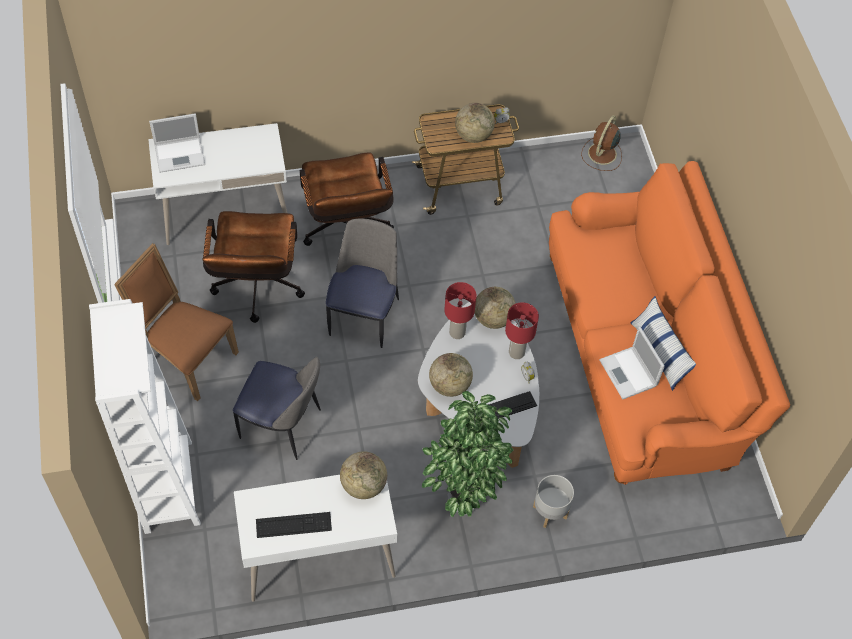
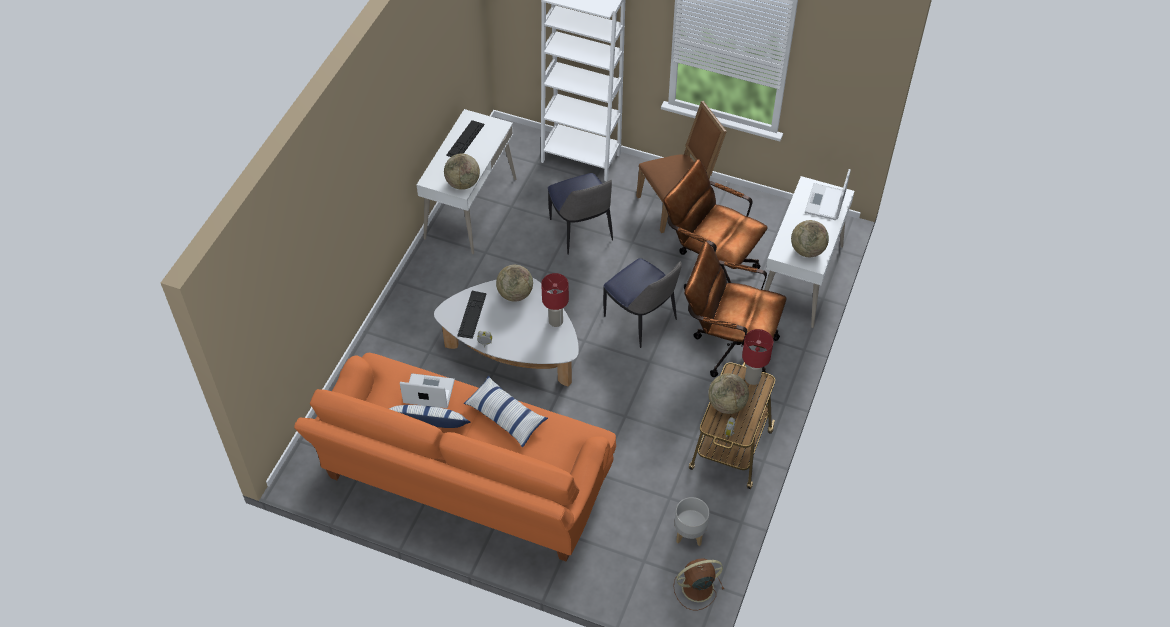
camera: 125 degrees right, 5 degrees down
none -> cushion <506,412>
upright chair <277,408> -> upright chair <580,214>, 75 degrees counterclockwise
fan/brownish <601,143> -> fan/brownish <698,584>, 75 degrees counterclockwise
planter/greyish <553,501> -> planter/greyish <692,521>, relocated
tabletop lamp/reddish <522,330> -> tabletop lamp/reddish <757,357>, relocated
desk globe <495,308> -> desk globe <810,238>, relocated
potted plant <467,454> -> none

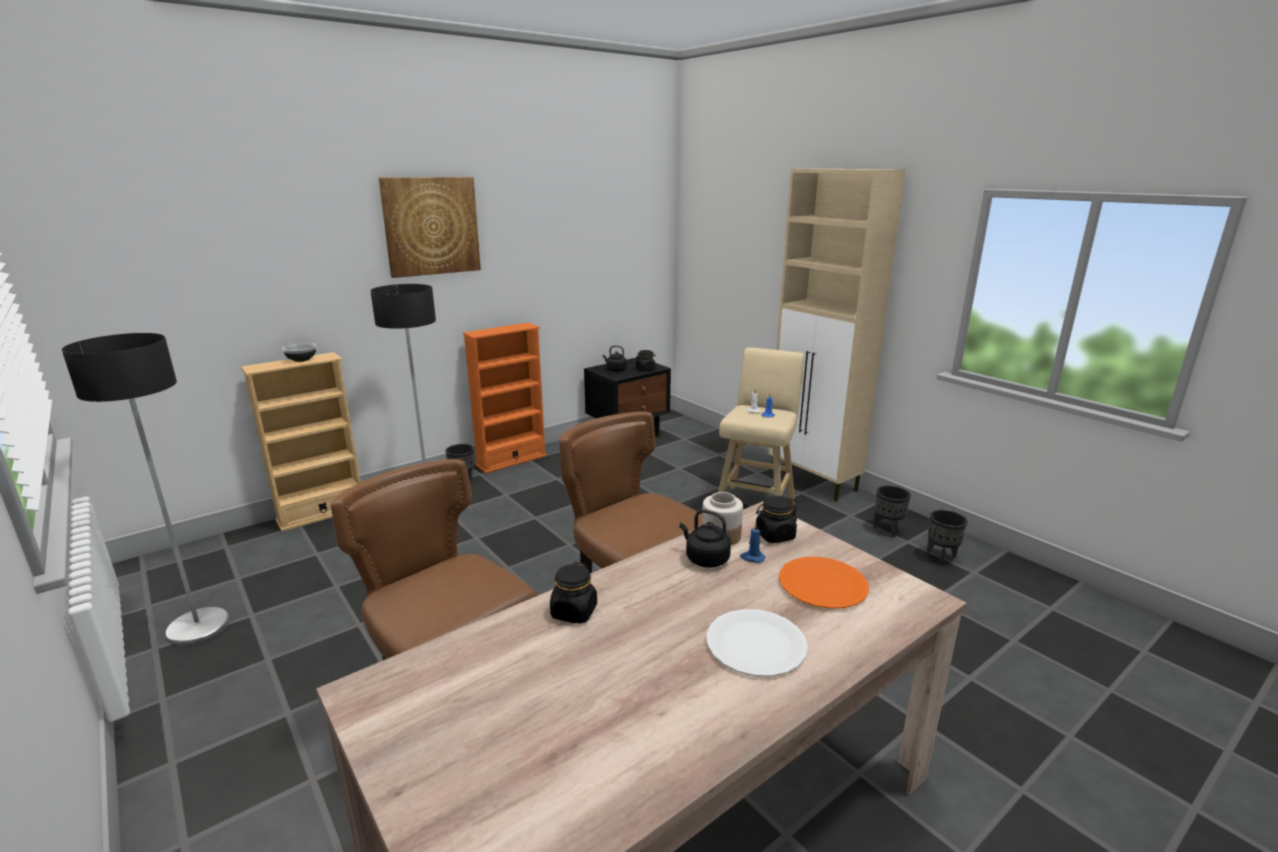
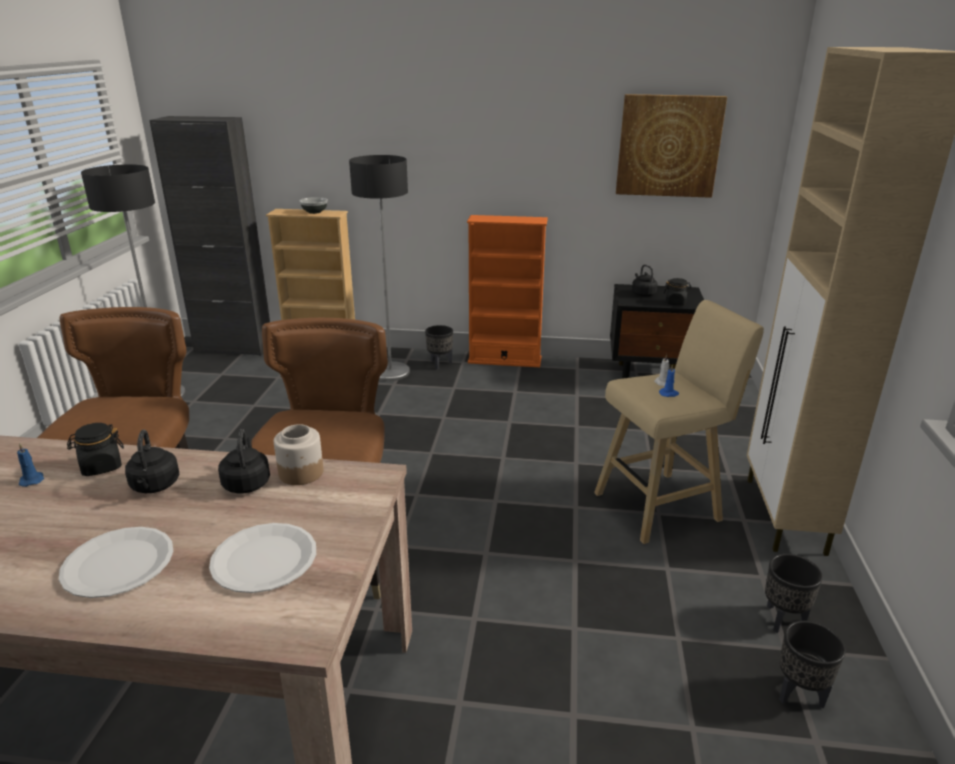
camera: 45 degrees right, 5 degrees up
wax light/blue-coloured <752,543> -> wax light/blue-coloured <30,465>, relocated
none -> water kettle/black <152,461>
none -> cupboard/black <209,236>
plate/orange <824,583> -> plate/white-coloured <262,558>
wall art <430,227> -> wall art <671,146>, relocated
preserve jar/black <776,519> -> none

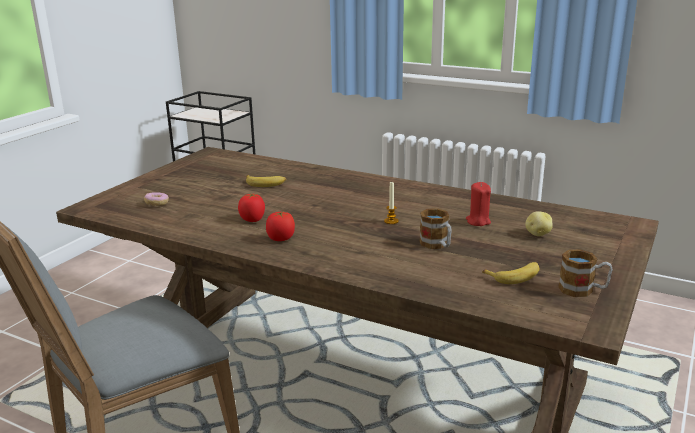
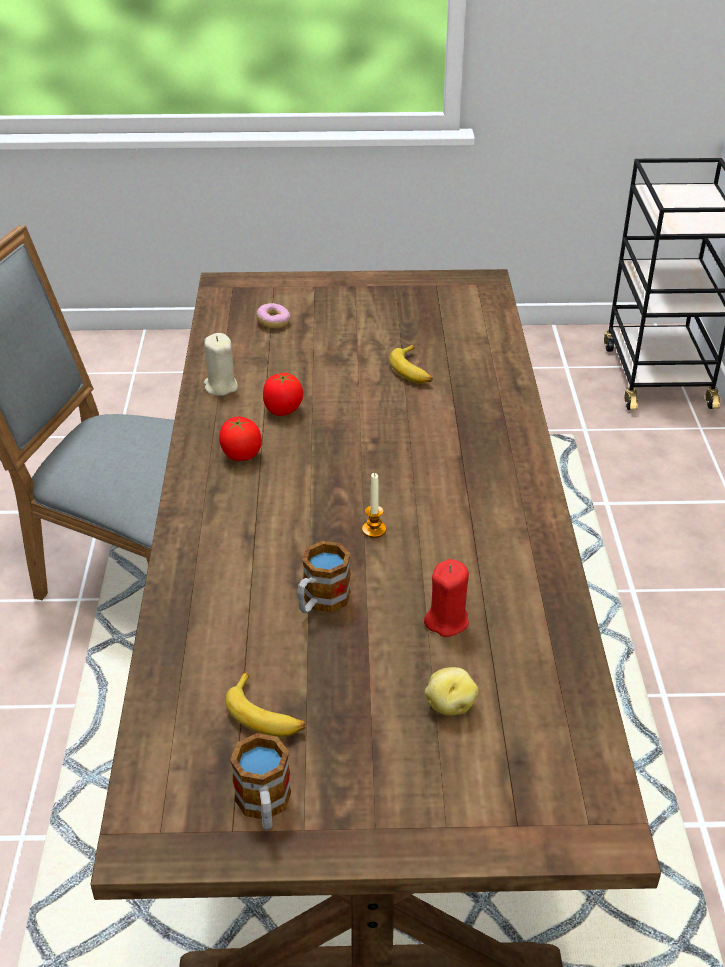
camera: 60 degrees right, 15 degrees up
none -> wax light/beige-coloured <221,364>

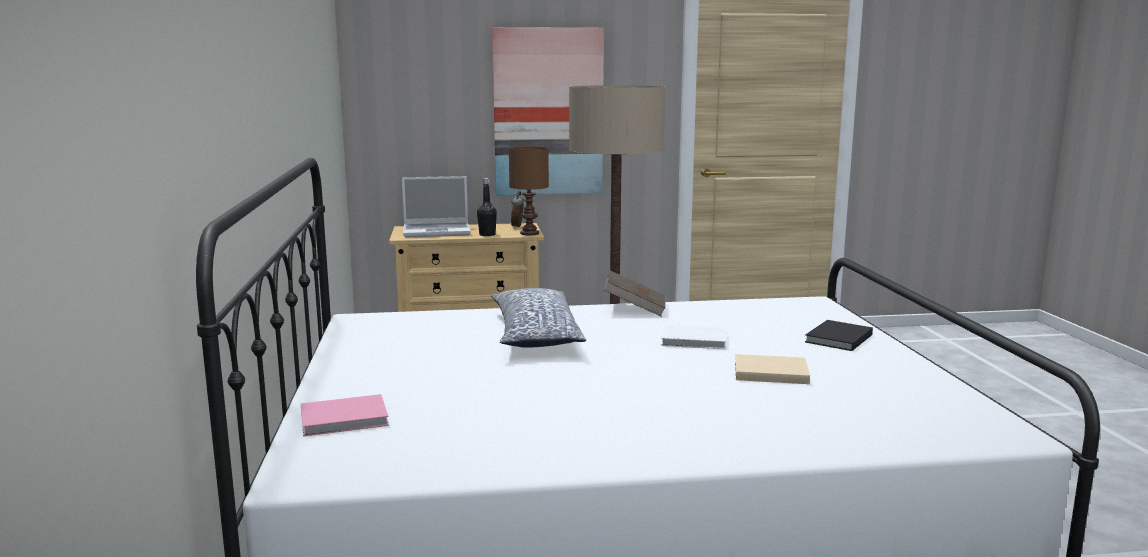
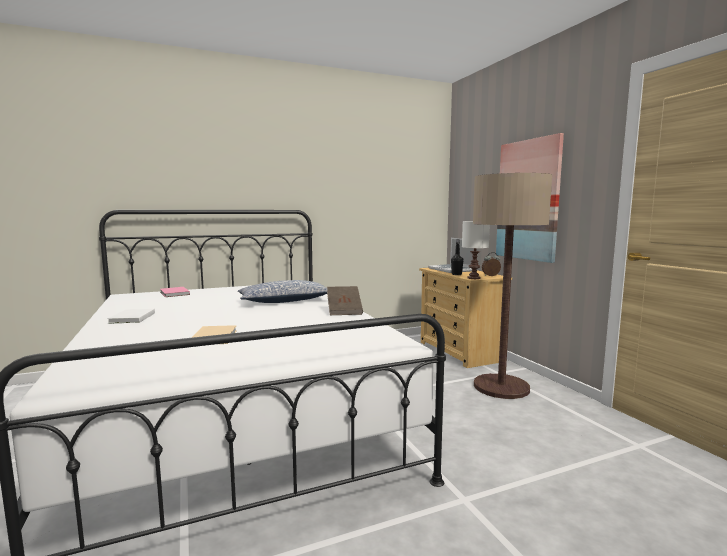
camera: 75 degrees right, 5 degrees down
bound book/white-coloured <693,336> -> bound book/white-coloured <131,316>, relocated
tabletop lamp/brownish <529,190> -> tabletop lamp/white-coloured <476,250>
bound book/black <839,335> -> none

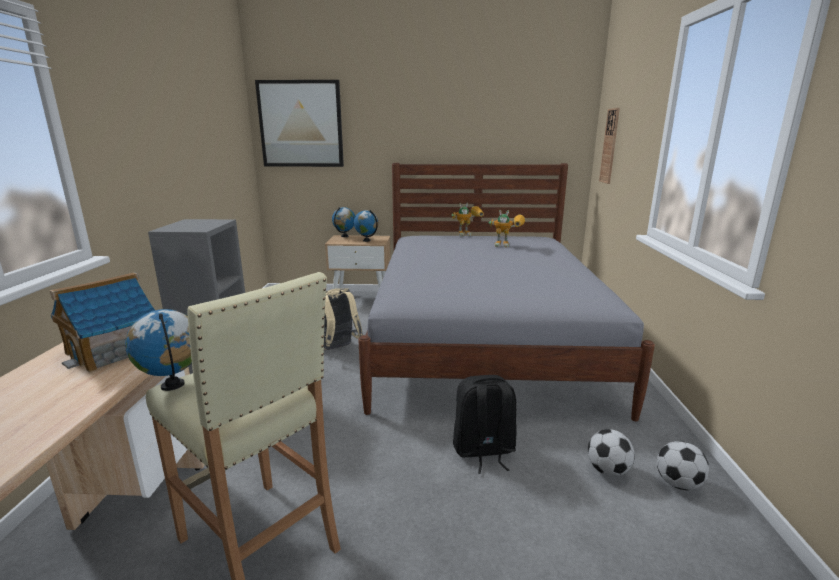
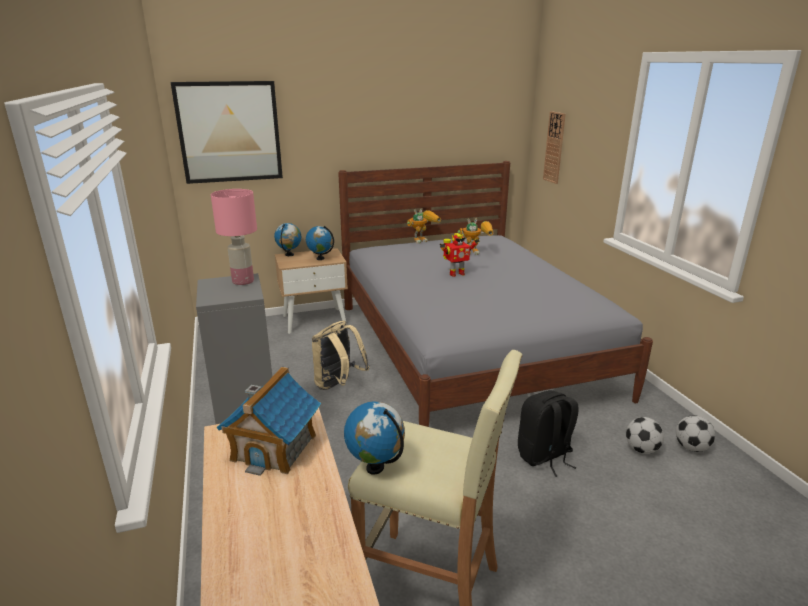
camera: 20 degrees left, 5 degrees up
none -> tabletop lamp/pinkish <234,237>
none -> model robot <460,255>

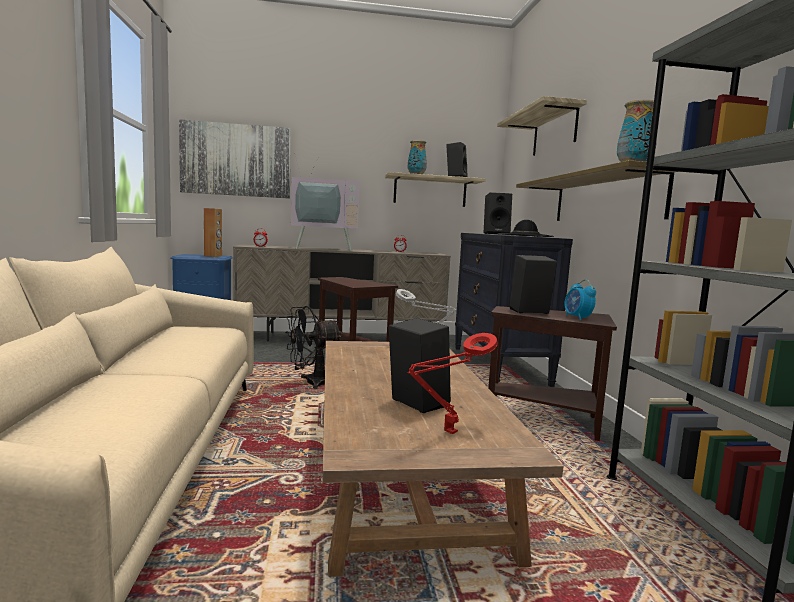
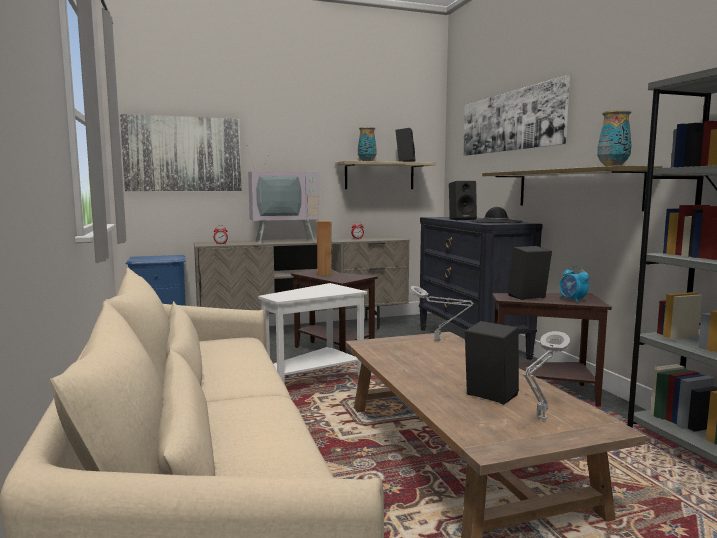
camera: 10 degrees left, 0 degrees up
fan/black <314,347> -> end table/white-coloured <312,333>
audio speaker/brownish <213,232> -> audio speaker/brownish <324,248>, relocated
bracket shelf <542,126> -> wall art <516,115>
tabletop lamp/reddish <452,383> -> tabletop lamp/greyish <546,375>

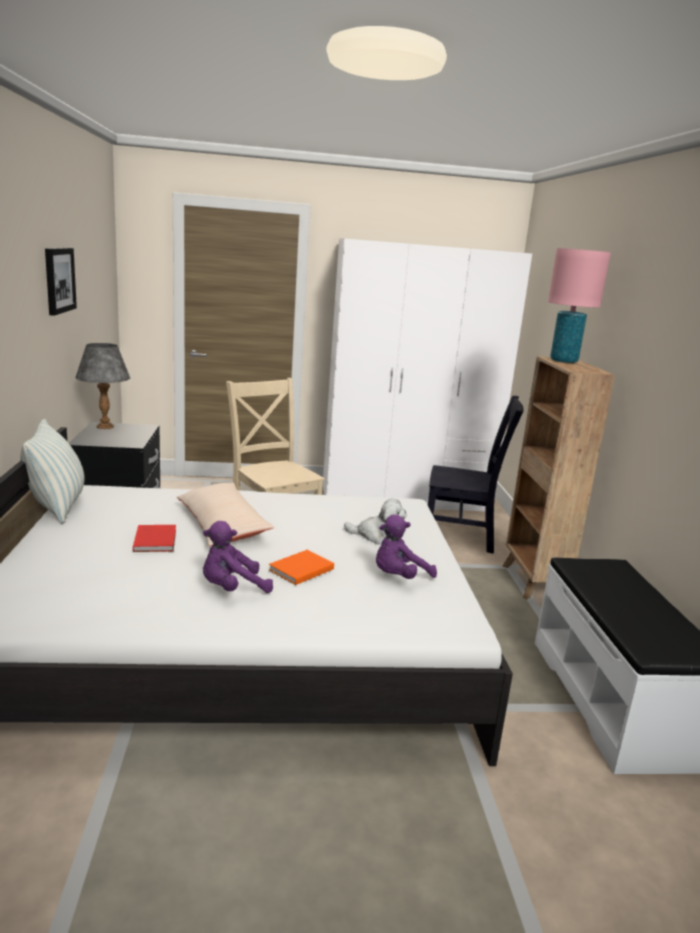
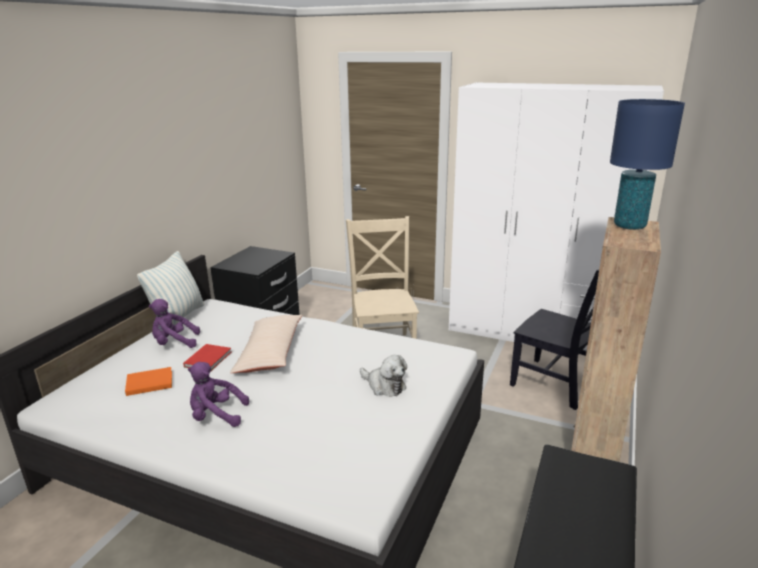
camera: 30 degrees right, 5 degrees up
bound book/orange <301,567> -> bound book/orange <148,381>, relocated
cuddly toy/purple-coloured <406,547> -> cuddly toy/purple-coloured <174,323>, relocated
tabletop lamp/pinkish <579,305> -> tabletop lamp/blue-coloured <647,164>
wall art <61,282> -> none
tabletop lamp/greyish <103,386> -> none

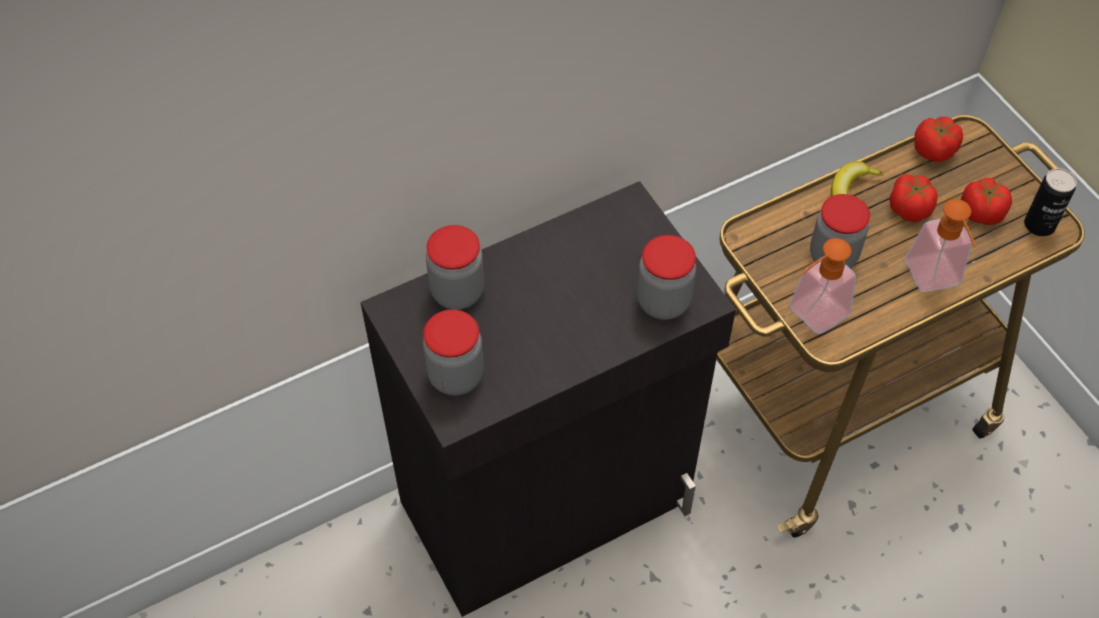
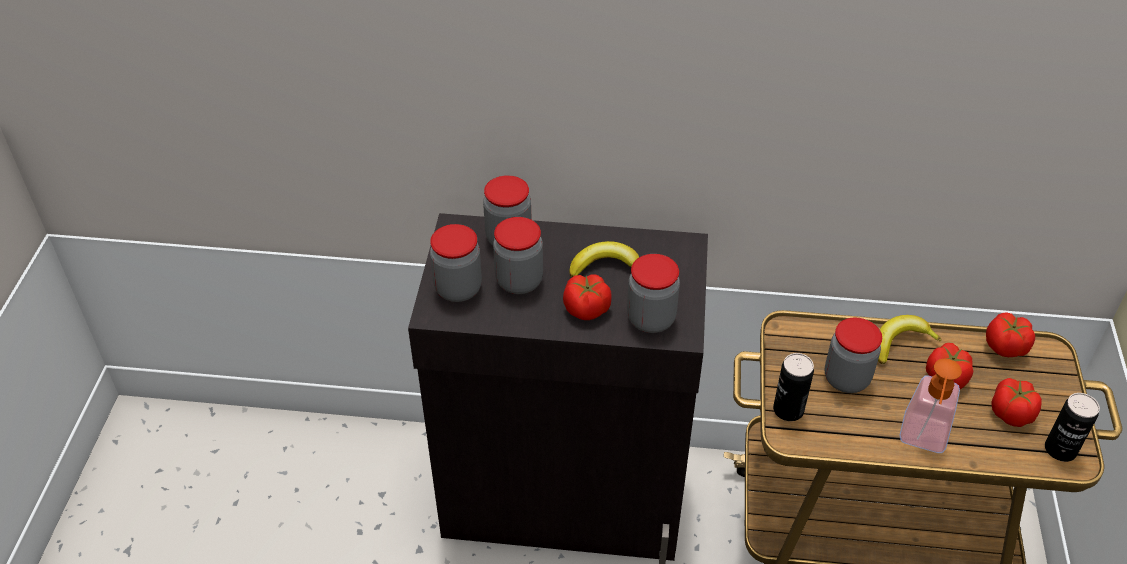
camera: 35 degrees right, 10 degrees down
none -> preserve jar <518,255>
none -> fresh tomato <587,297>
none -> banana fruit <604,259>
soap bottle <822,286> -> metal can <793,387>

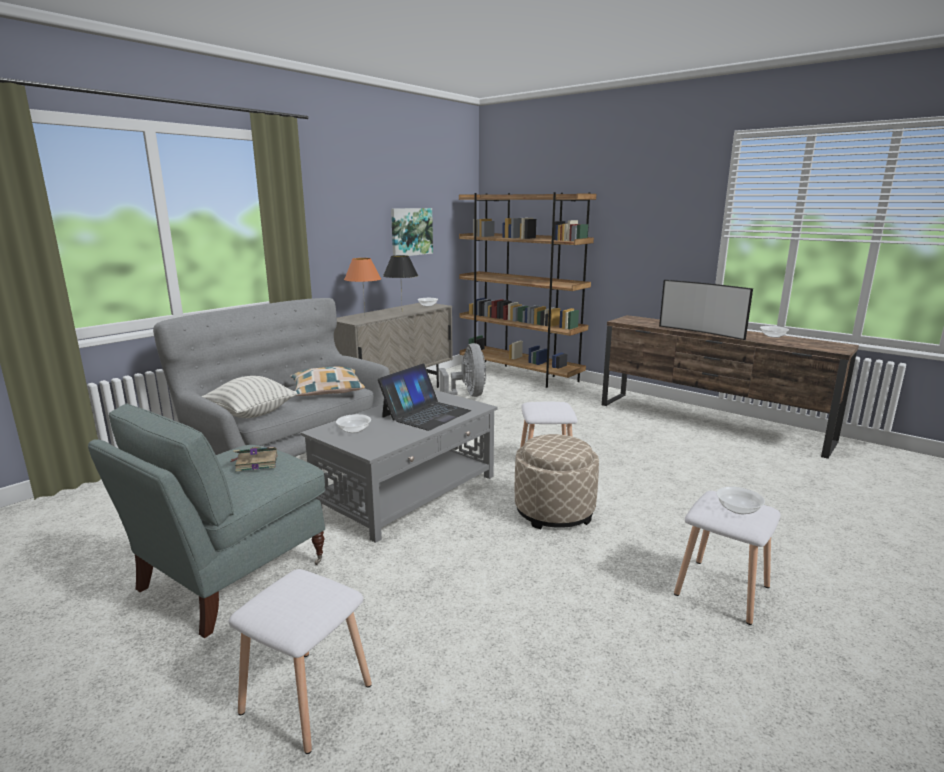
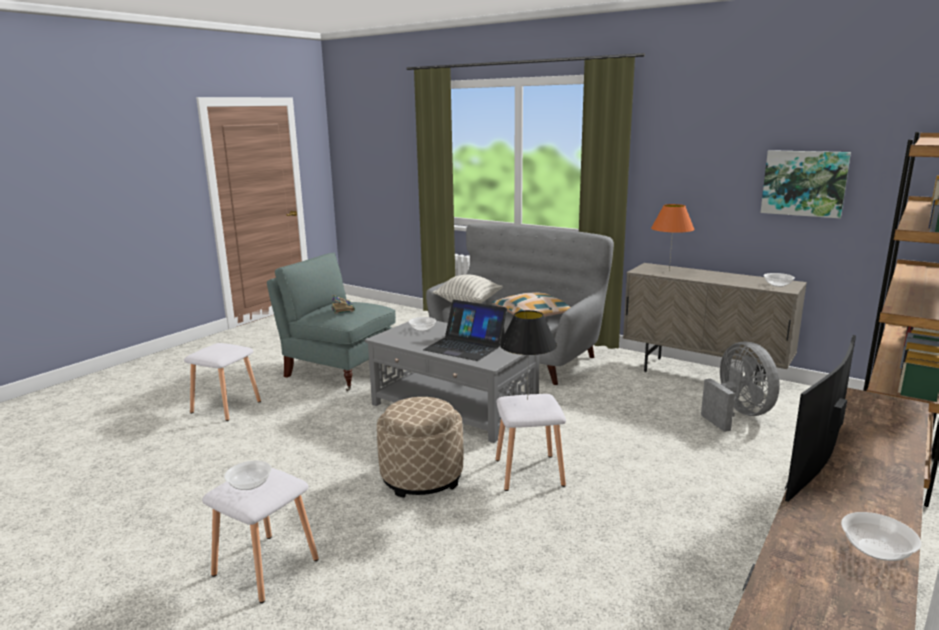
camera: 85 degrees right, 0 degrees up
tabletop lamp/black <400,279> -> tabletop lamp/black <528,355>, relocated
fan/greyish <462,370> -> fan/greyish <740,386>, 90 degrees counterclockwise

